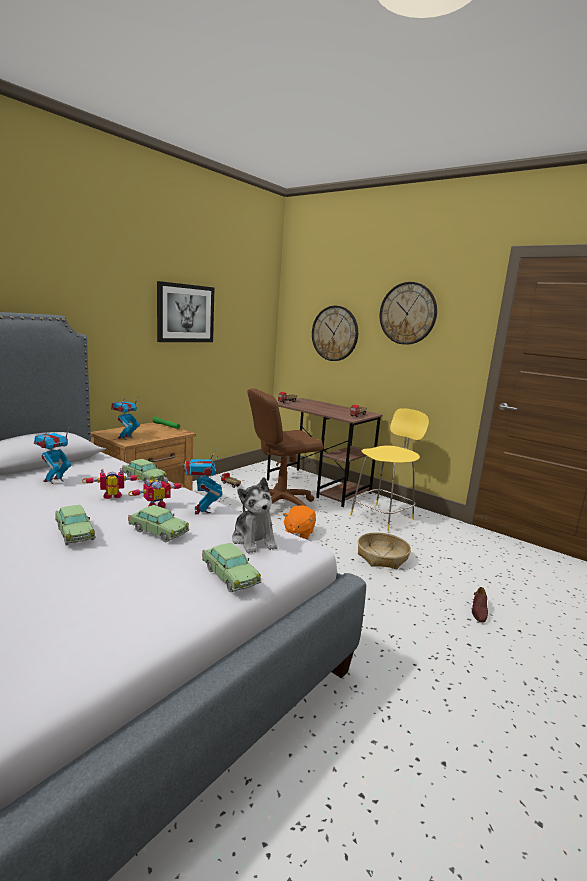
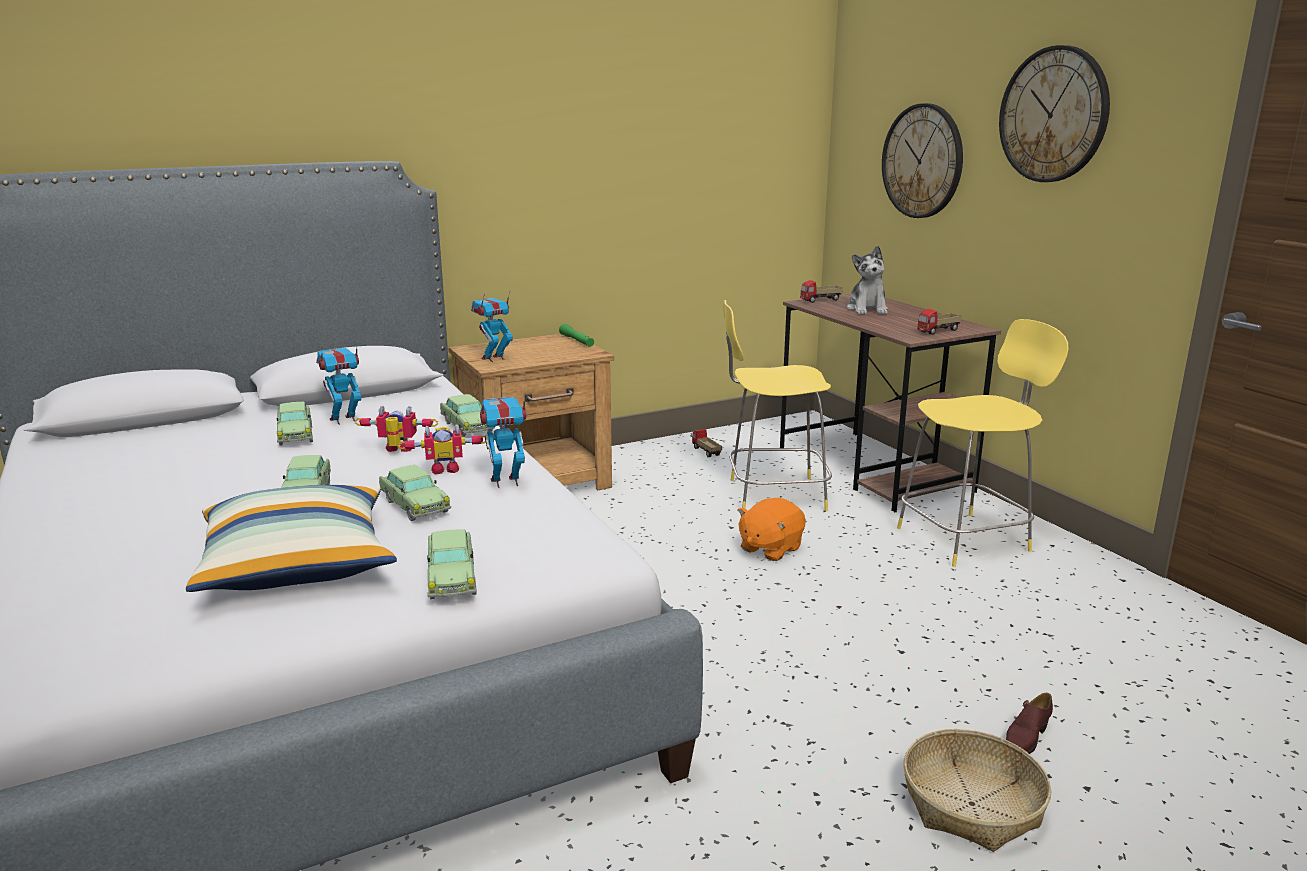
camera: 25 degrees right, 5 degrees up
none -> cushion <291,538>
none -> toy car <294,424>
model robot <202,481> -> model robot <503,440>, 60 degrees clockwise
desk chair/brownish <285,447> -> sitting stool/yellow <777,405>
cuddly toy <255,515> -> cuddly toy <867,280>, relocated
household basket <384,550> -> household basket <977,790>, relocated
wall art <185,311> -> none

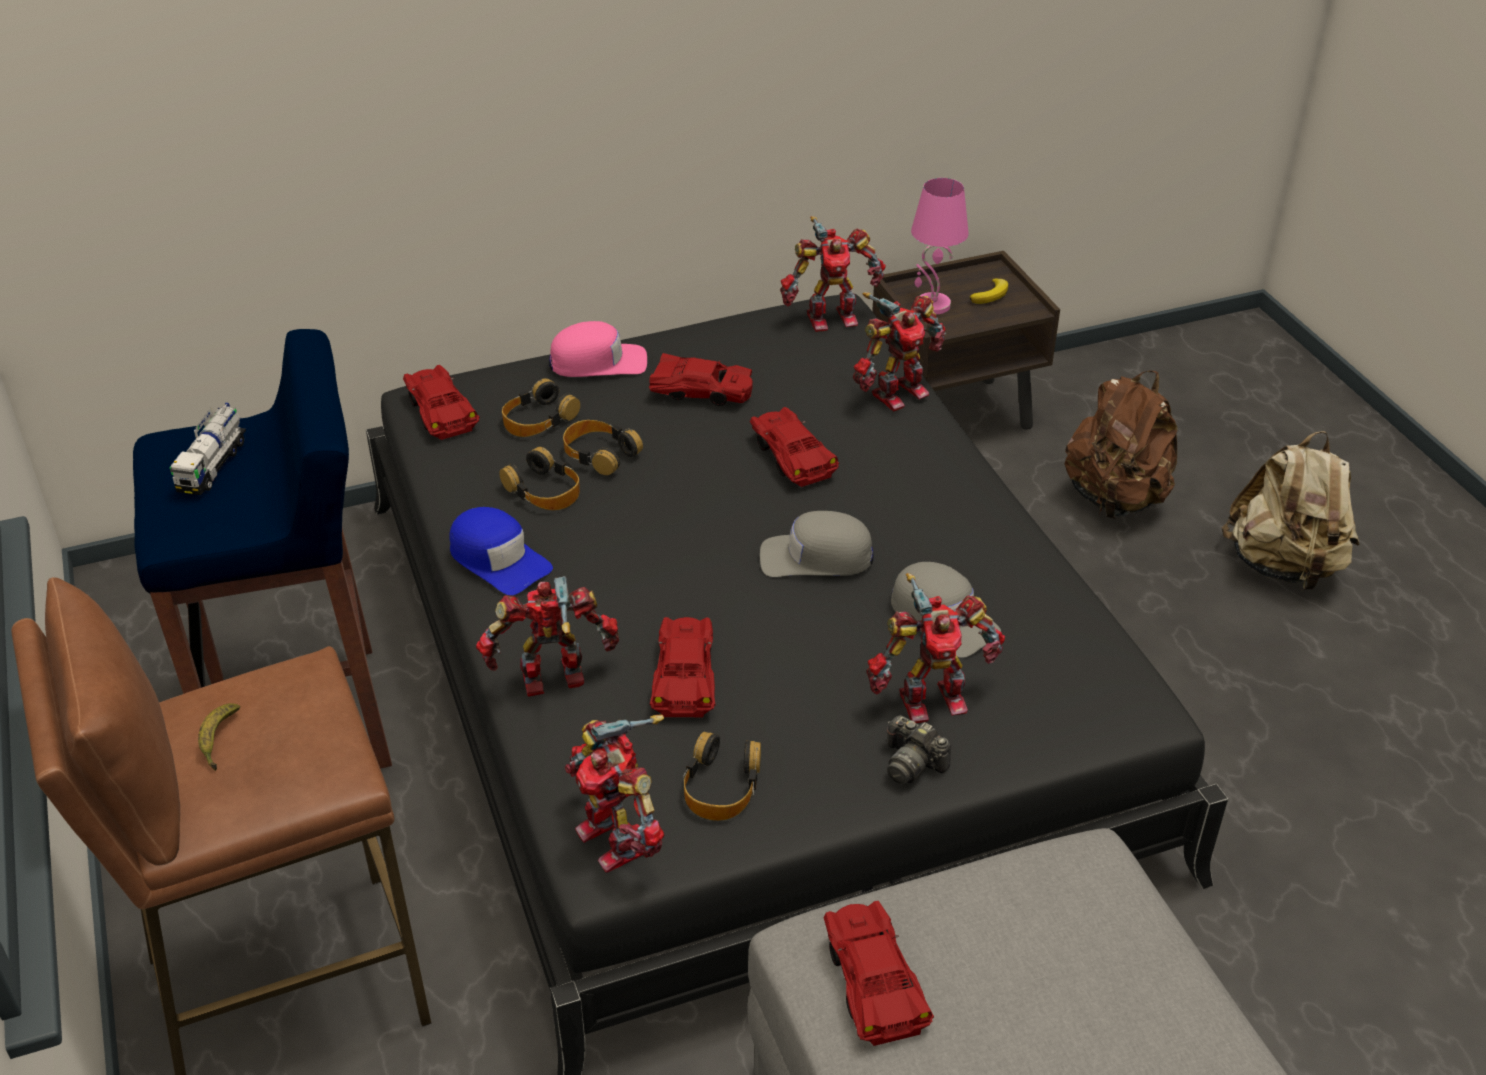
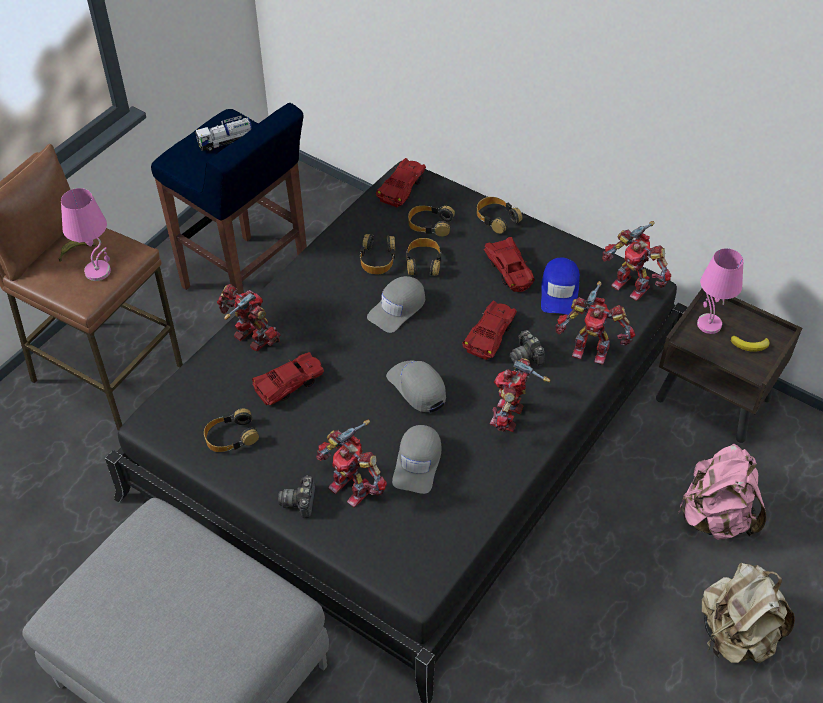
camera: 55 degrees right, 10 degrees up
none -> tabletop lamp/pinkish <86,234>
none -> baseball cap/greyish <396,304>
baseball cap/pinkish <598,349> -> pair of headphones <499,215>
model robot <614,793> -> model robot <520,395>, relocated
none -> photo camera <527,347>
baseball cap/blue-coloured <501,551> -> baseball cap/blue-coloured <560,286>, relocated
rucksack/brownish <1120,445> -> rucksack/pinkish <723,492>
toy car/reddish <879,973> -> none

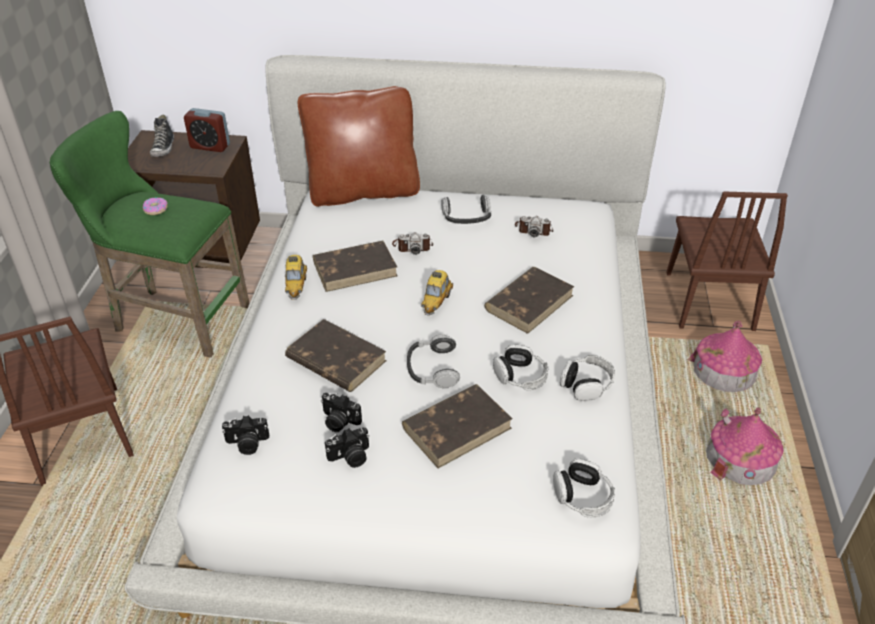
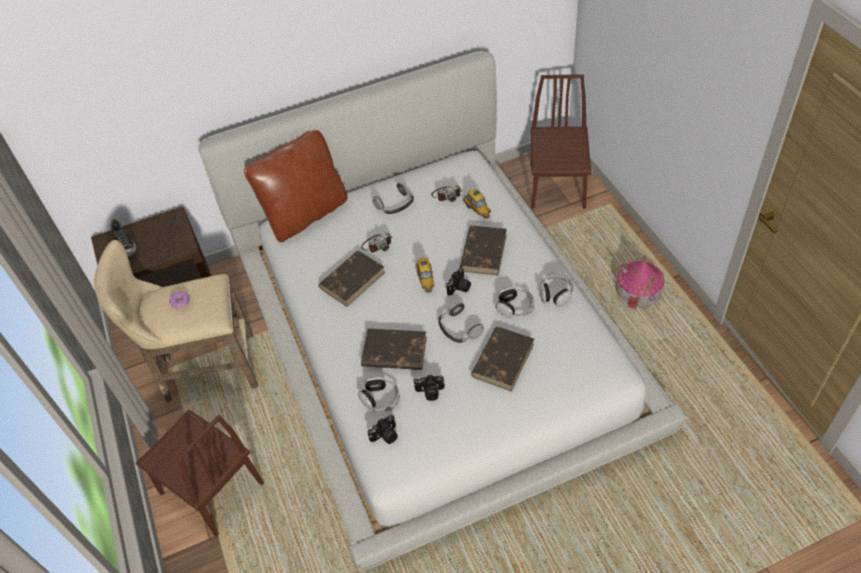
camera: 25 degrees left, 10 degrees up
sitting stool/greenish <150,234> -> sitting stool/beige-coloured <176,321>
pair of headphones <584,487> -> pair of headphones <379,394>, relocated
photo camera <347,447> -> photo camera <458,282>, relocated
toy car <296,277> -> toy car <477,204>, relocated
upright chair/brownish <727,261> -> upright chair/brownish <561,141>, 150 degrees counterclockwise
table clock <207,130> -> none
miniature house <724,356> -> none

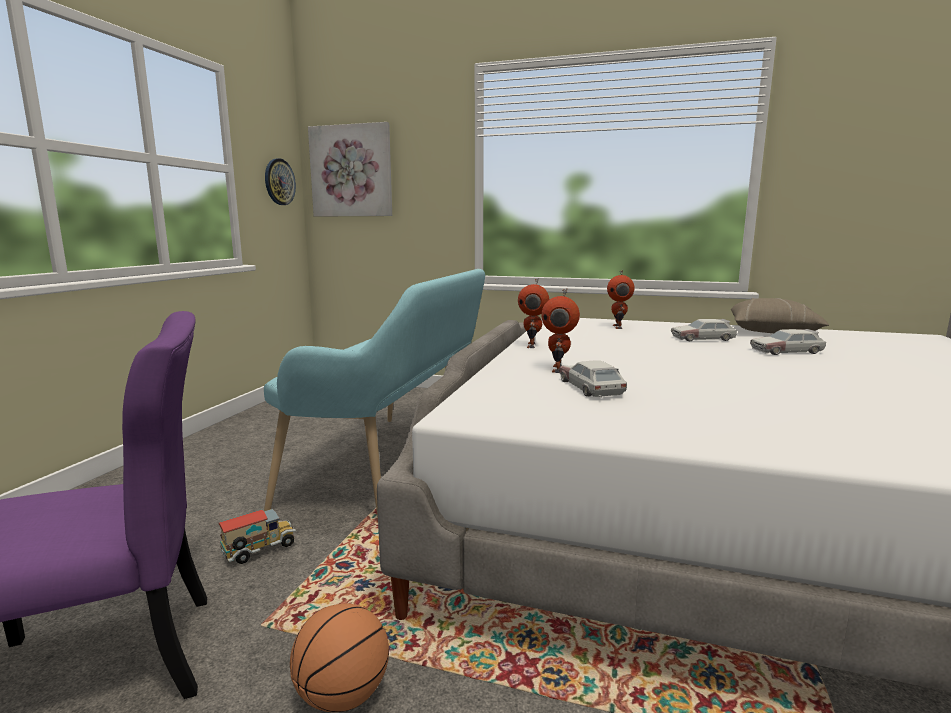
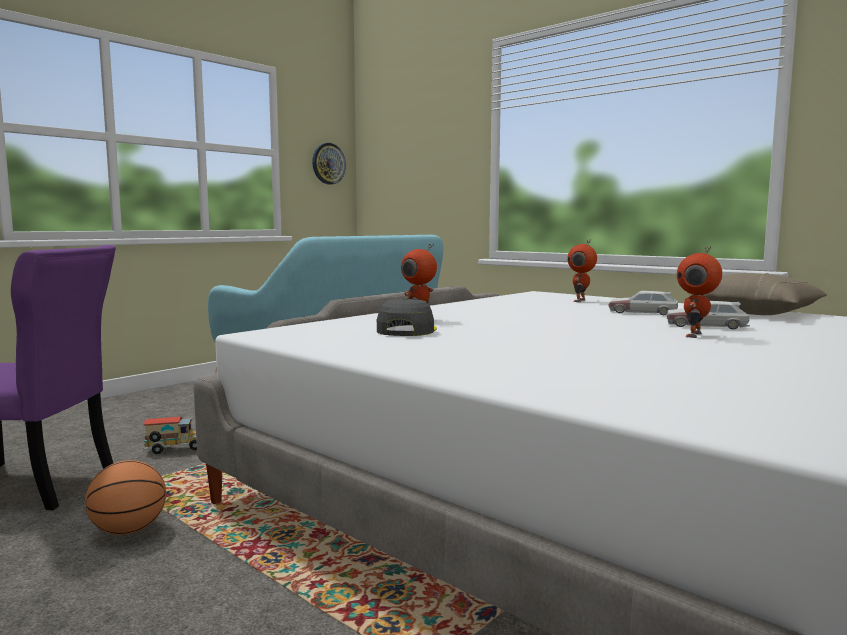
camera: 25 degrees right, 5 degrees down
toy car <593,379> -> baseball cap/greyish <407,317>
model robot <533,313> -> model robot <699,292>, relocated
wall art <350,169> -> none

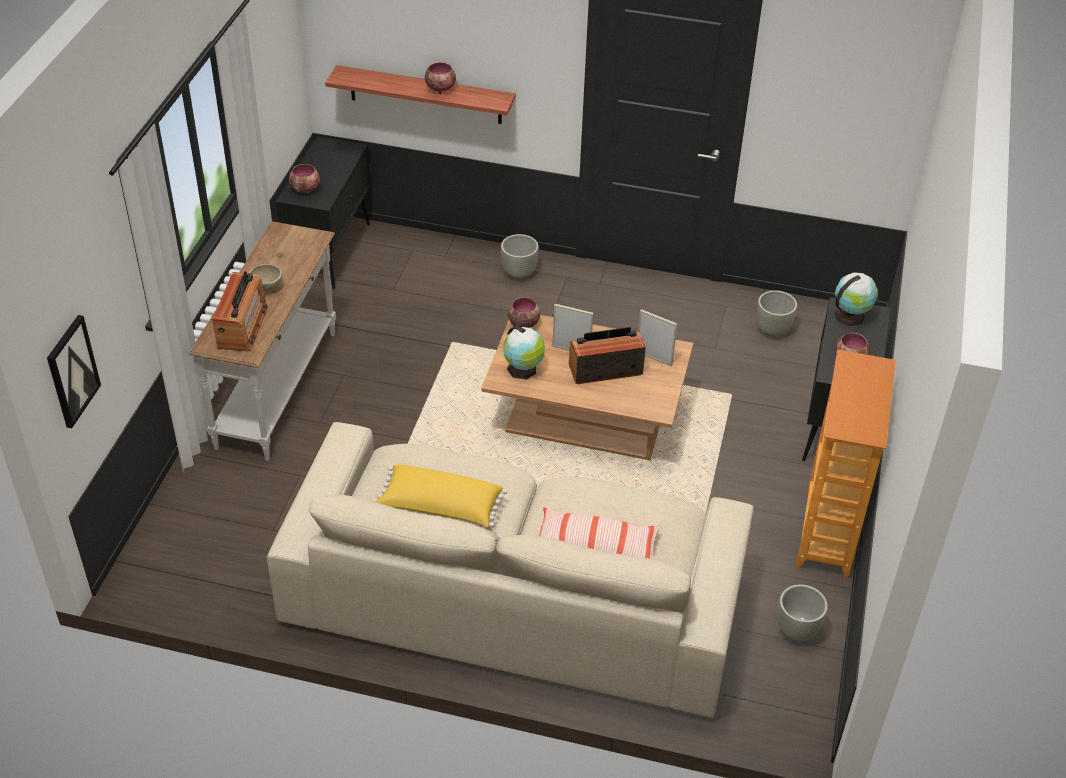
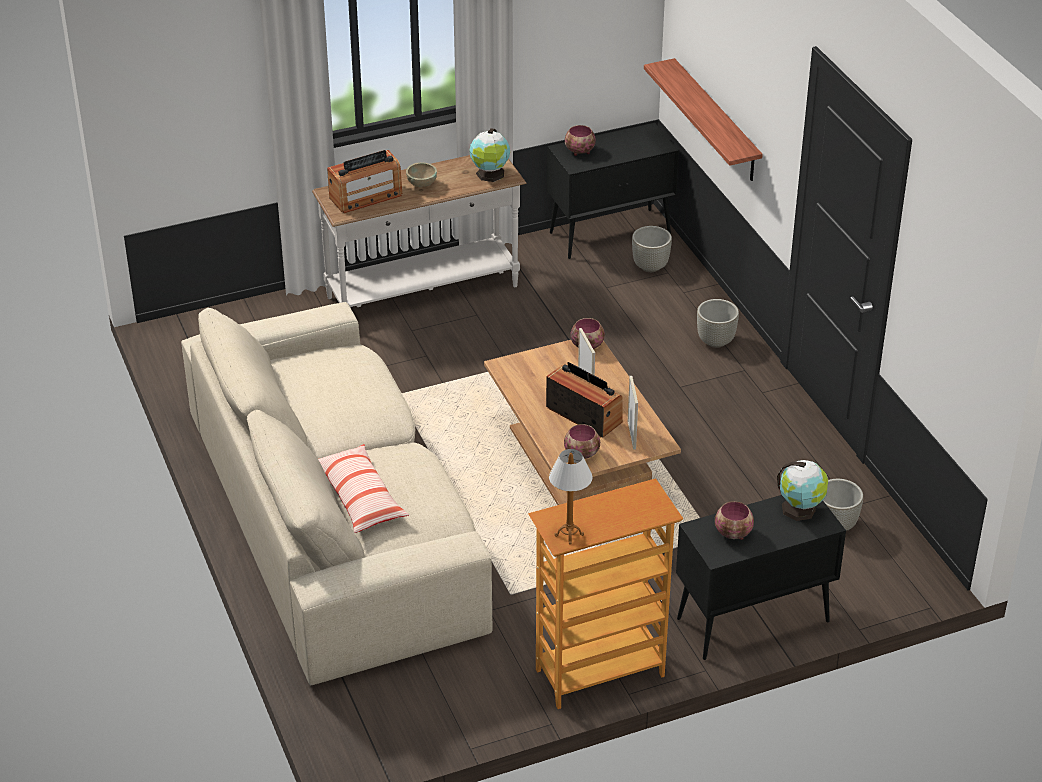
camera: 55 degrees right, 5 degrees down
desk globe <524,352> -> desk globe <489,155>, relocated
none -> tabletop lamp <571,497>
deep dish <440,78> -> deep dish <582,441>, relocated
planter/greyish <803,612> -> planter/greyish <652,249>, relocated
wall art <74,371> -> none
cushion/yellow <439,496> -> none

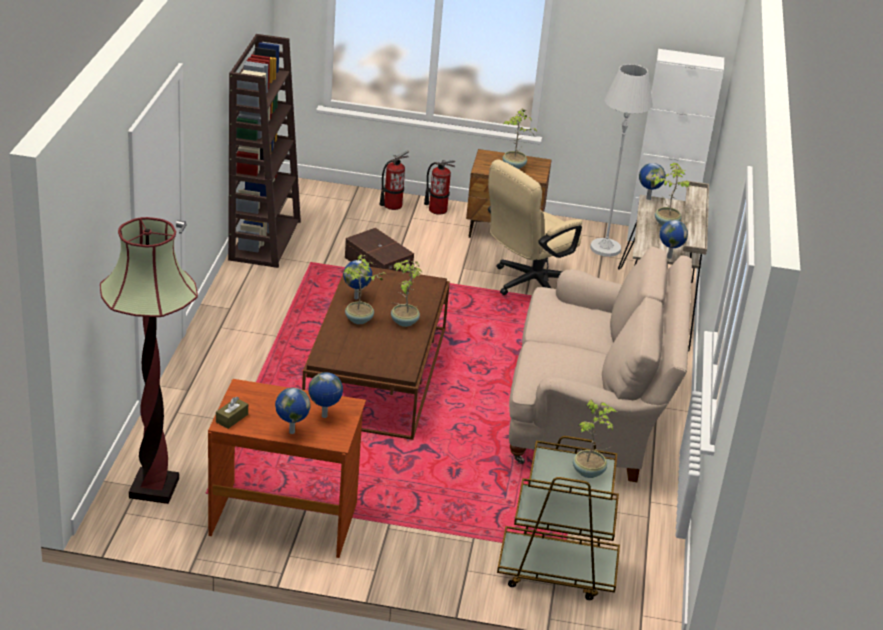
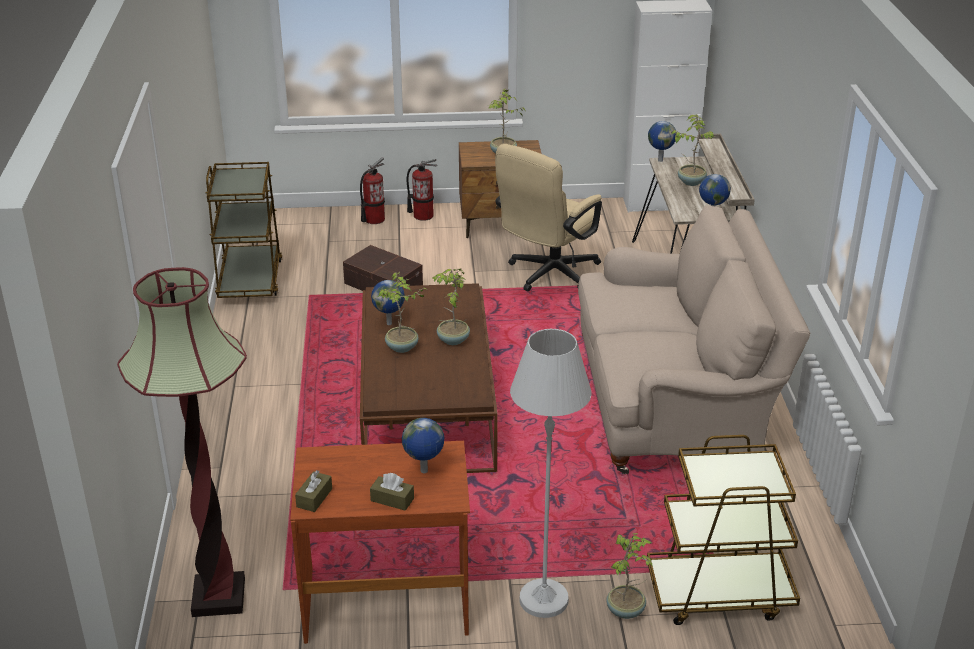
camera: 10 degrees left, 0 degrees up
bookcase/brownish <264,151> -> wheeled cart/brownish <244,230>
desk globe <293,411> -> box of tissues/brownish <392,492>
standard lamp/white-coloured <621,160> -> standard lamp/white-coloured <550,473>, relocated
potted plant <595,438> -> potted plant <629,576>, relocated

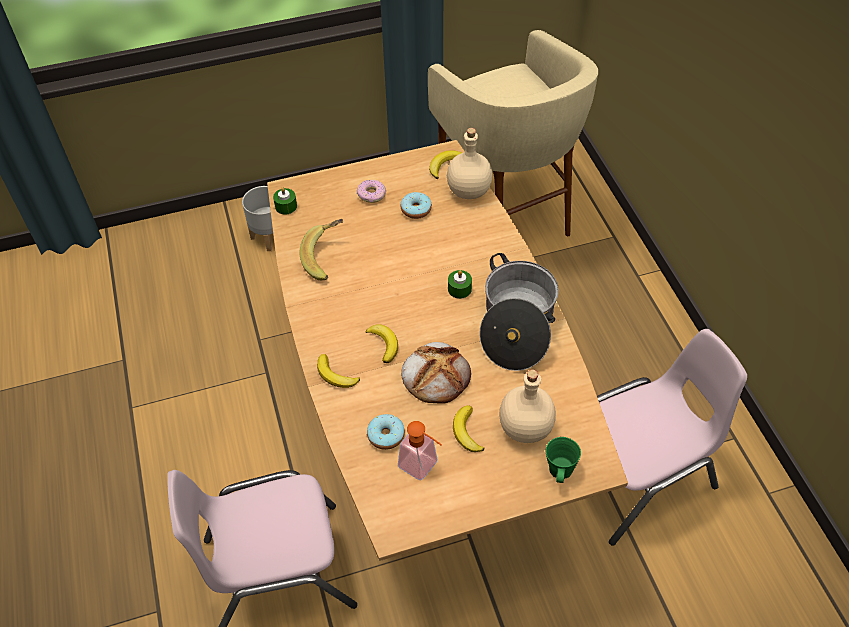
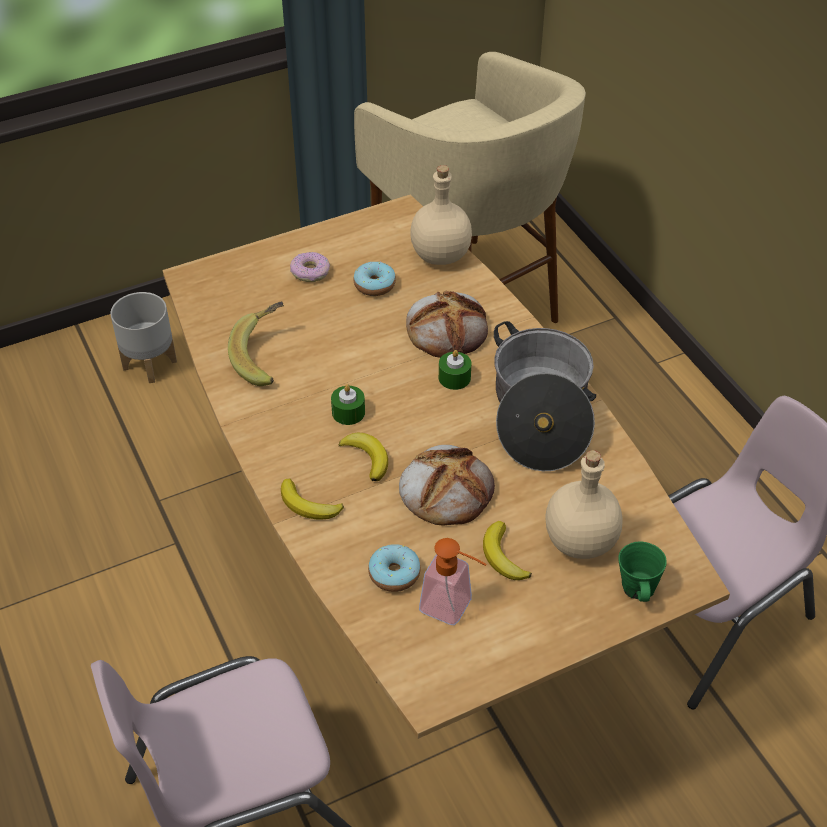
camera: 10 degrees left, 5 degrees down
wax light/greenish <285,201> -> wax light/greenish <348,404>, relocated
none -> bread <447,324>
banana fruit <445,164> -> none

